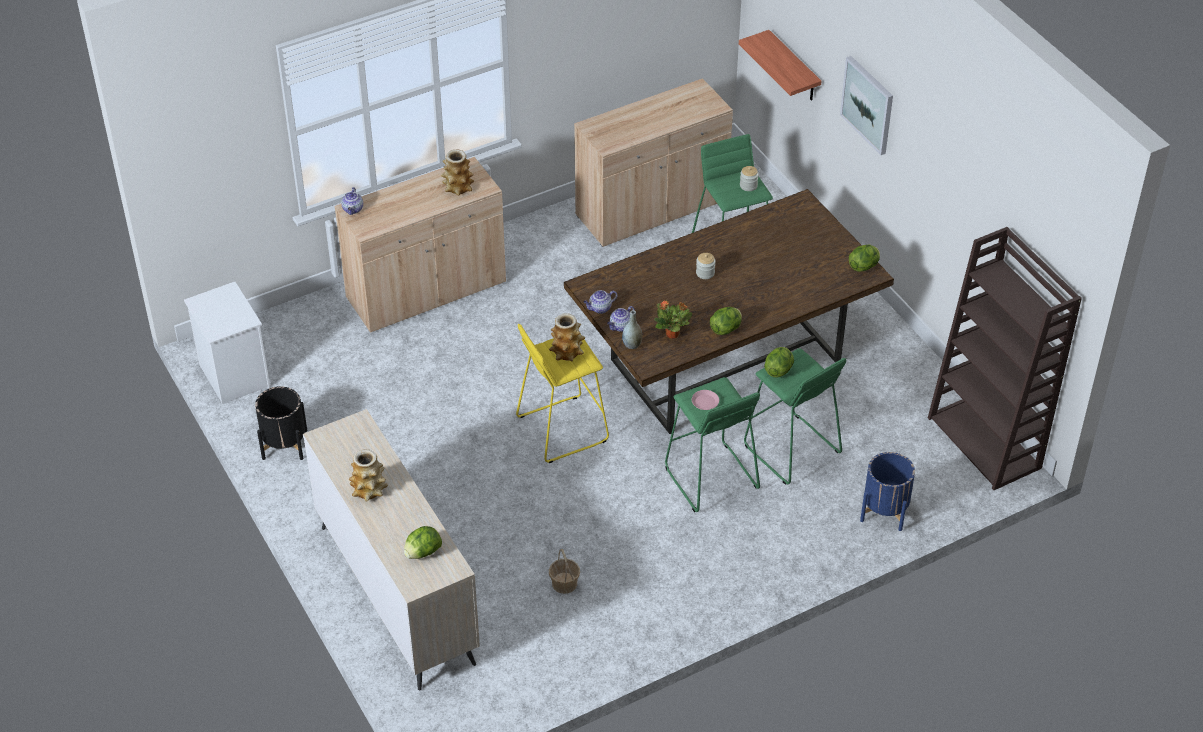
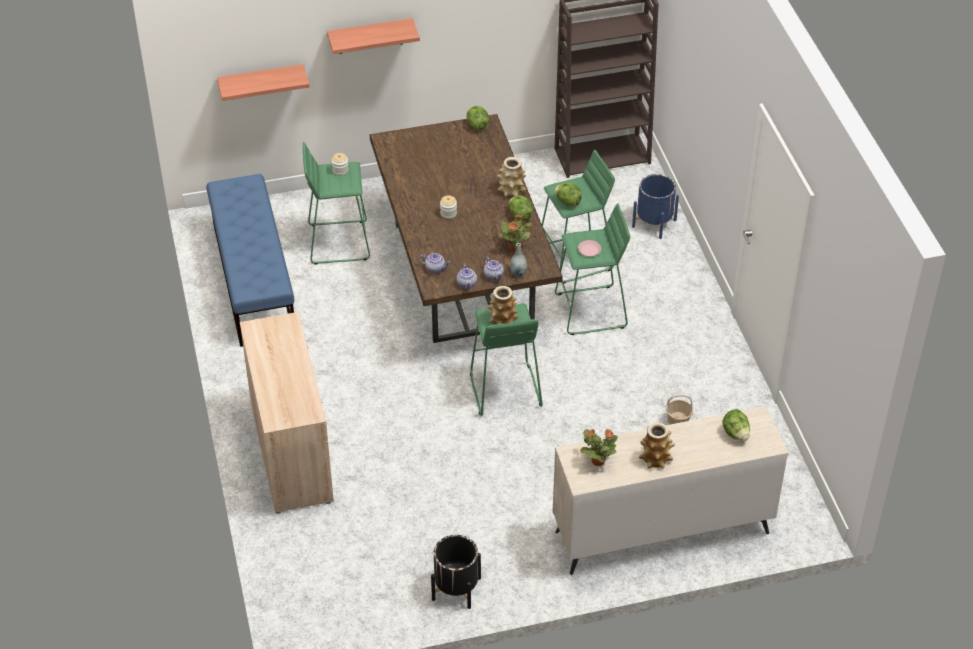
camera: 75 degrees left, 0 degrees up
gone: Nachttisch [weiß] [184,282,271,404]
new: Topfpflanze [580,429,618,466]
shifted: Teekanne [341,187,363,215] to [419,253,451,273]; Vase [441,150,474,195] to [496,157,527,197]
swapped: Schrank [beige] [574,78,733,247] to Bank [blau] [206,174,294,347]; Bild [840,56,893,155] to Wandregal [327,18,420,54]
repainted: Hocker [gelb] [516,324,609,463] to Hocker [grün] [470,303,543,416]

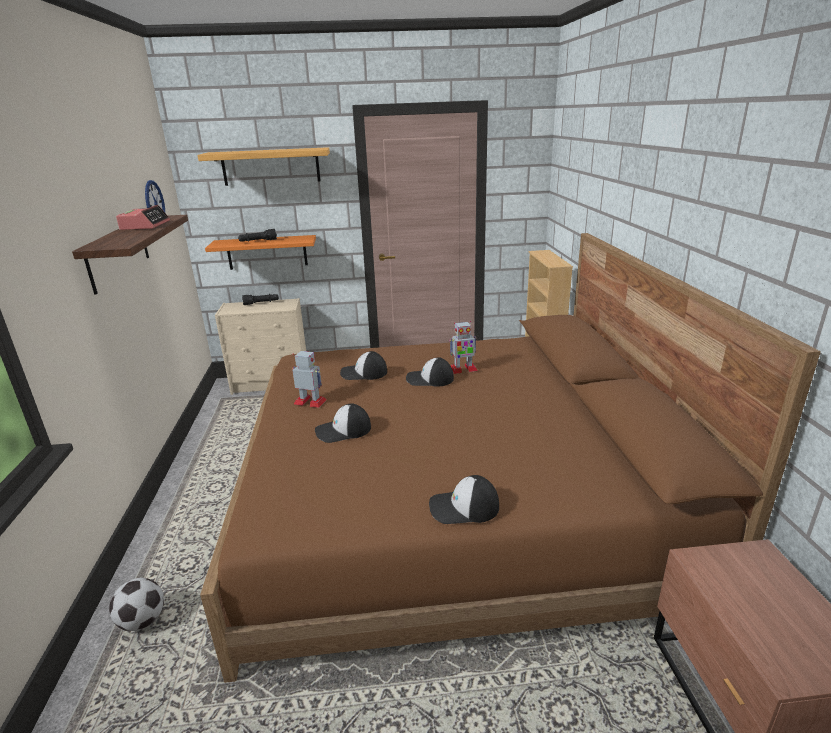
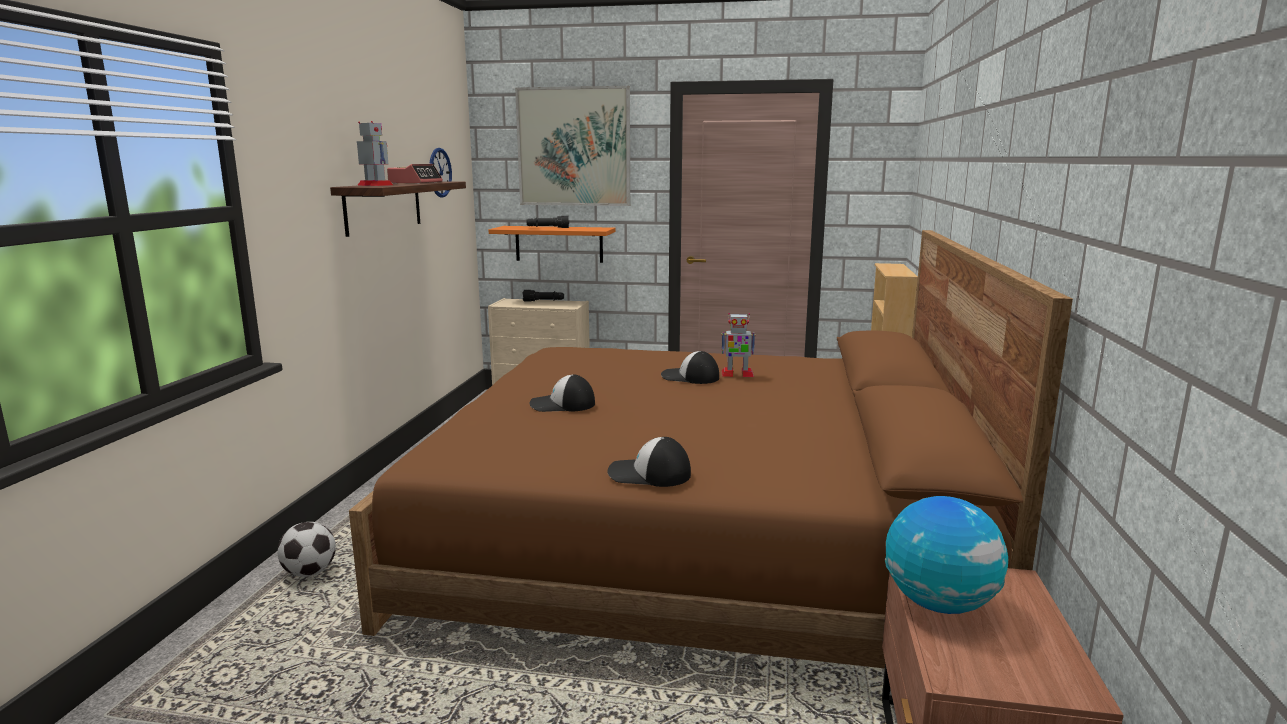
camera: 15 degrees right, 10 degrees down
gone: Kappe [340,351,387,380]
new: Globus [885,496,1008,614]
shifted: Spielzeugroboter [292,351,326,408] to [357,121,393,186]
swapped: Wandregal [198,147,330,186] to Bild [515,86,630,206]

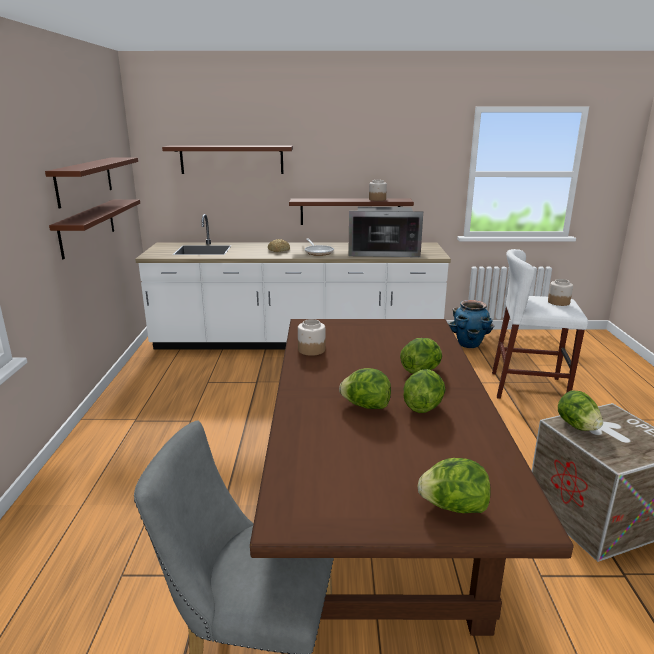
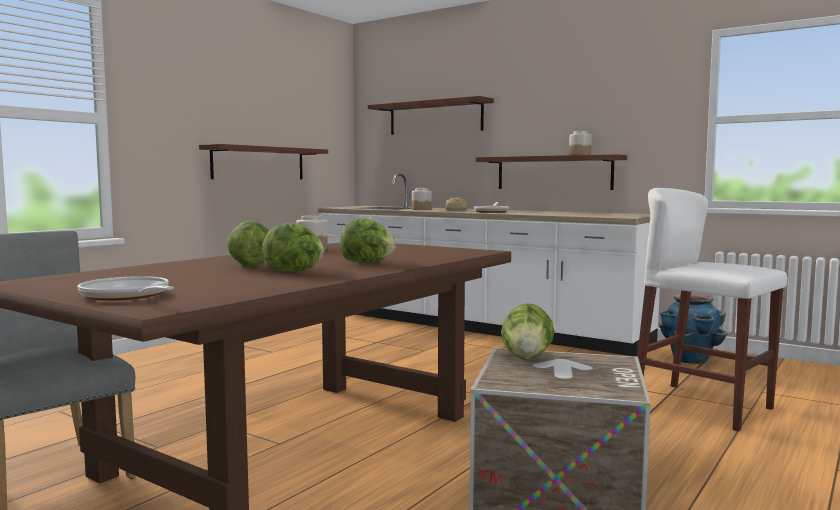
camera: 35 degrees right, 15 degrees down
gone: Wandregal [braun] [45,157,138,208]; Mikrowelle [348,207,423,257]
shifted: Vorratsglas [548,279,573,306] to [412,188,432,210]
swapped: Salatkopf [417,458,491,513] to Pfanne [77,276,174,301]

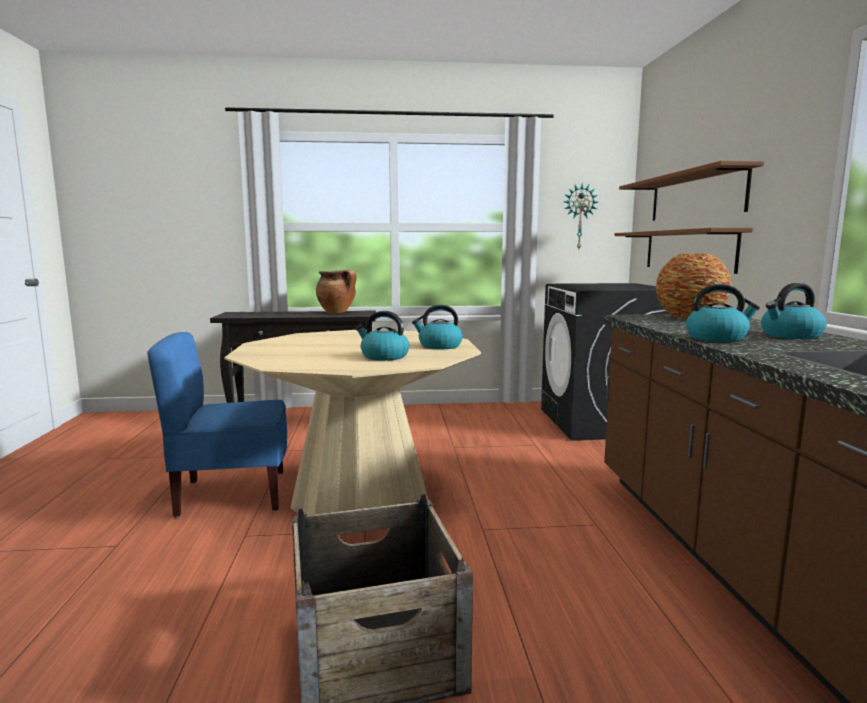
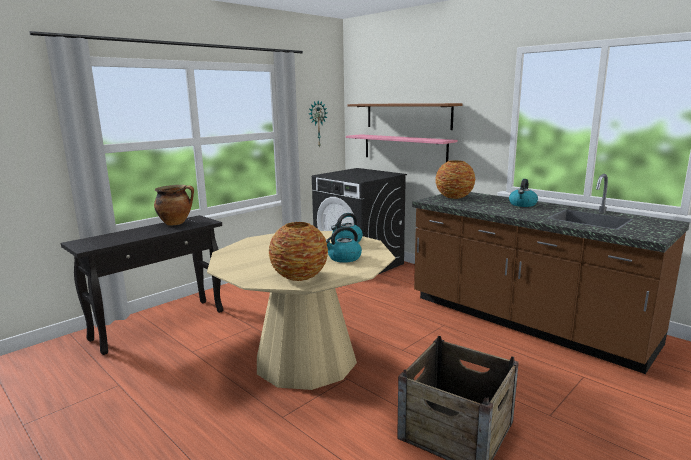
camera: 40 degrees left, 5 degrees up
gone: Stuhl [blau] [147,332,287,517]; Wasserkessel [686,284,760,342]
new: Vase [269,222,328,281]
repainted: Wandregal [braun] [614,228,753,274] to Wandregal [rosa] [346,134,457,162]

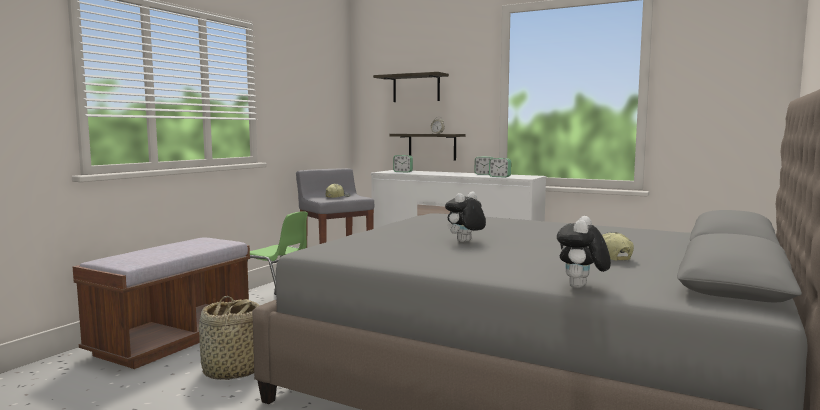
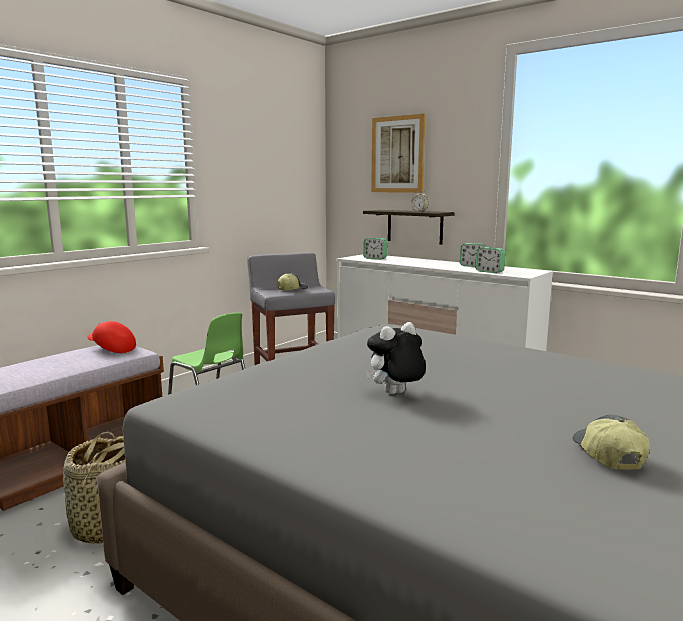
camera: 10 degrees right, 5 degrees up
gone: Plüschtier [557,216,611,288]
new: Kappe [rot] [87,321,136,353]
swapped: Wandregal [373,72,449,102] to Bild [371,114,425,193]

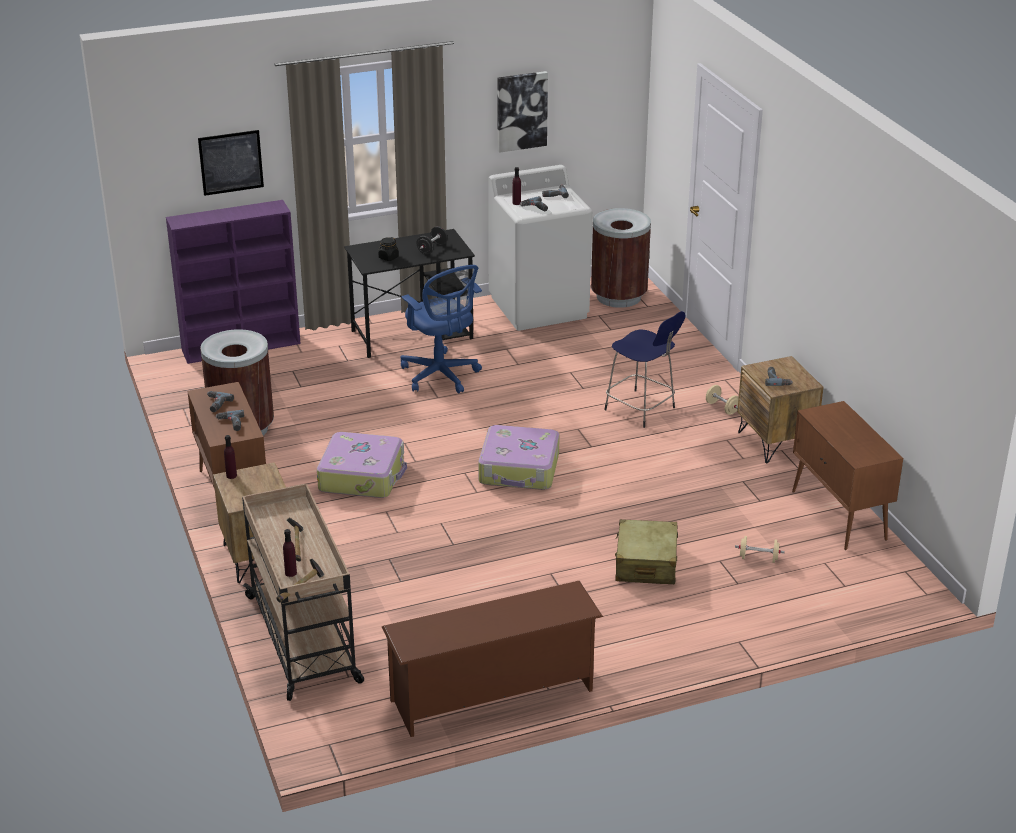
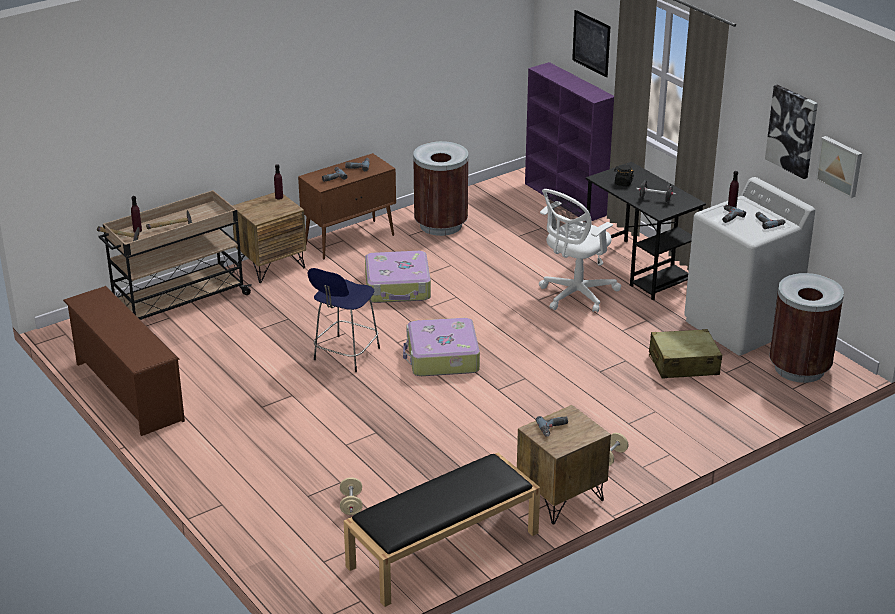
camera: 75 degrees right, 0 degrees up
new: Bild [815,136,862,198]
shifted: Hocker [blau] [604,311,685,428] to [308,268,380,372]; Koffer [beige] [615,519,678,584] to [649,329,722,379]
swapped: Schrank [braun] [792,401,903,550] to Bank [schwarz] [344,453,540,607]
repainted: Bürostuhl [blau] [400,265,482,393] to Bürostuhl [weiß] [539,189,621,313]

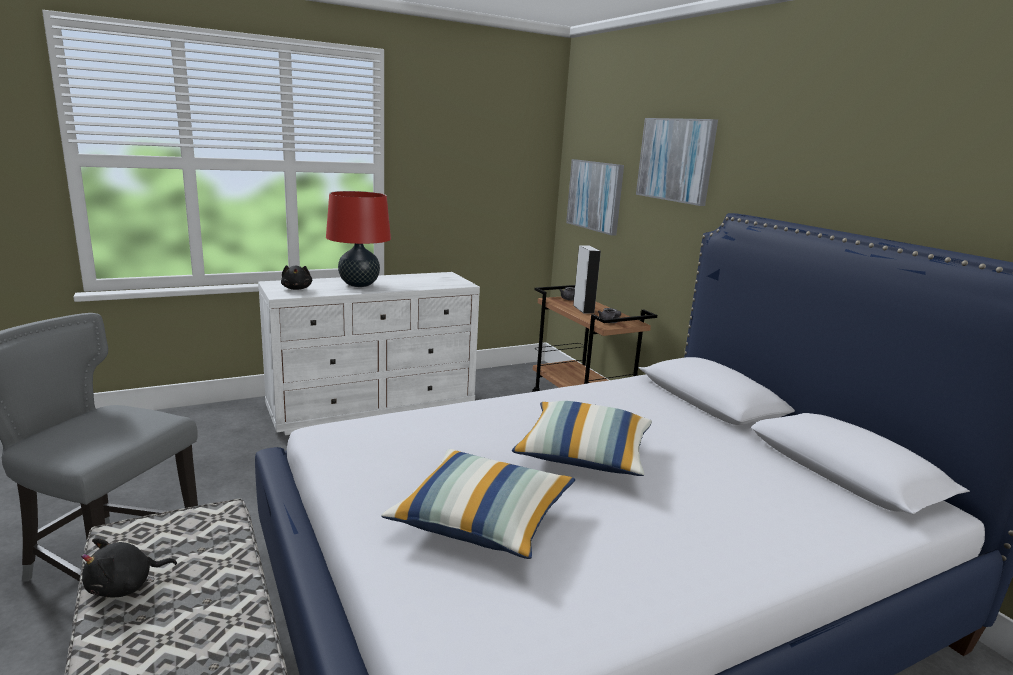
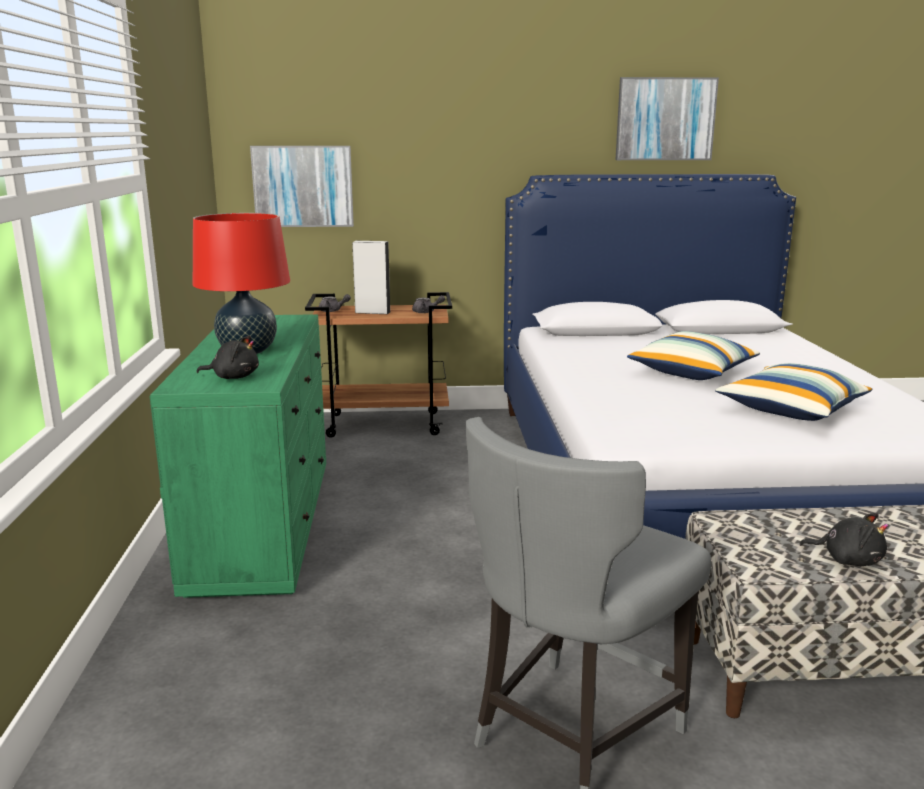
camera: 65 degrees left, 0 degrees up
shifted: Bild [636,118,718,206] to [615,77,719,160]
repainted: Kommode [weiß] [258,272,480,435] to Kommode [grün] [150,314,326,598]
rotated: Plüschtier [schwarz] [81,538,177,597] = [799,513,889,566] 45 degrees counterclockwise

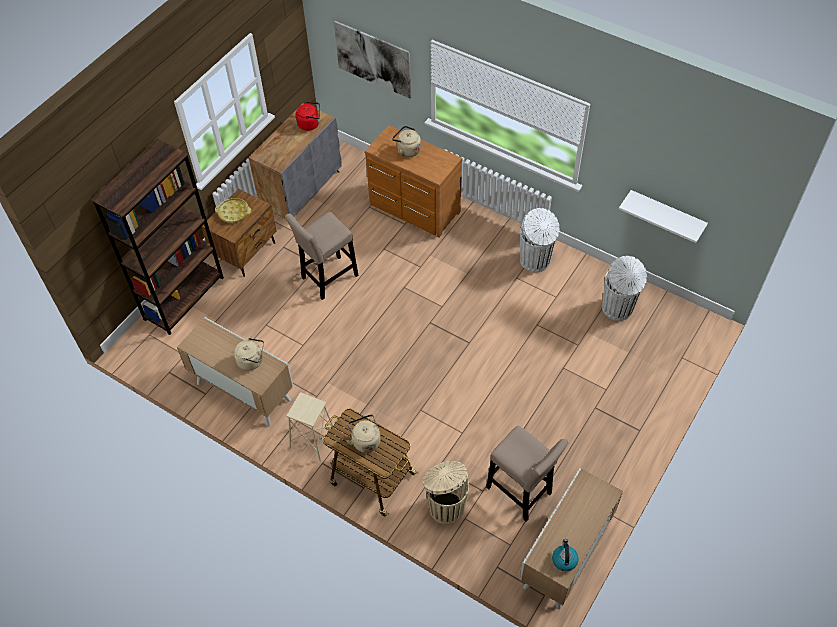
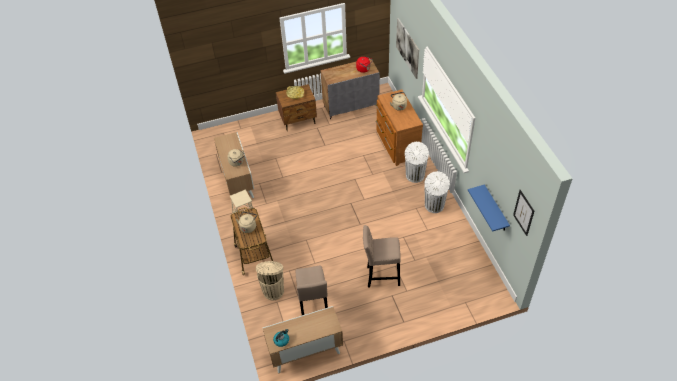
camera: 40 degrees right, 5 degrees down
gone: Bücherregal [braun] [91,139,224,335]
new: Bild [513,190,534,236]
shifted: Hocker [beige] [285,212,358,300] to [363,225,401,287]; Mülleimer [weiß] [602,256,647,321] to [405,142,429,183]
repainted: Wandregal [weiß] [619,190,708,243] to Wandregal [blau] [468,184,510,232]

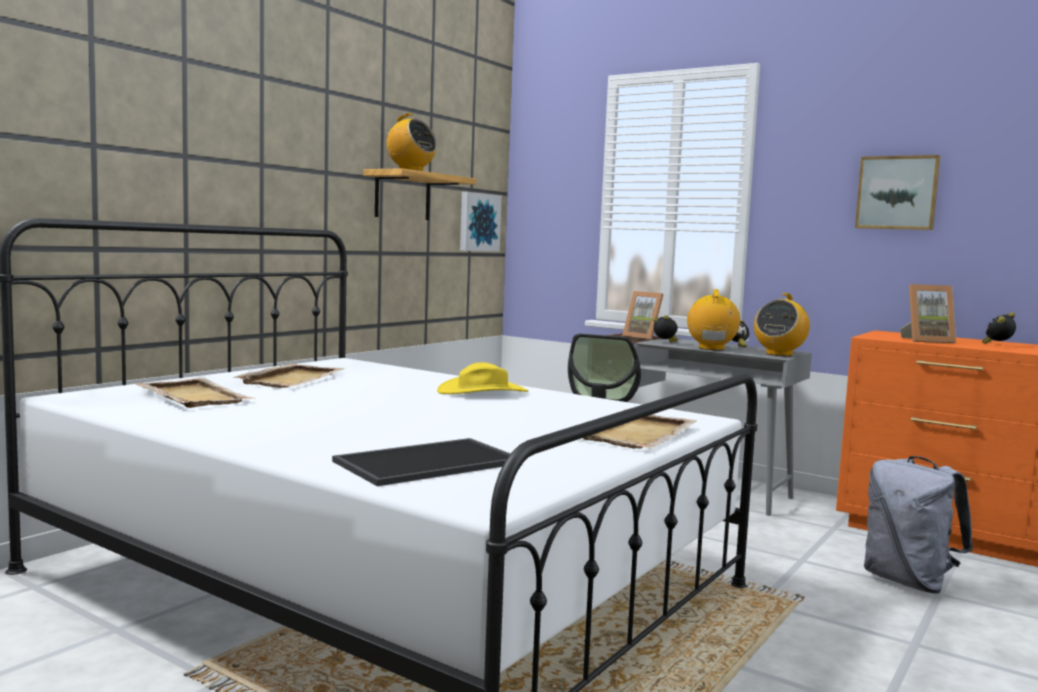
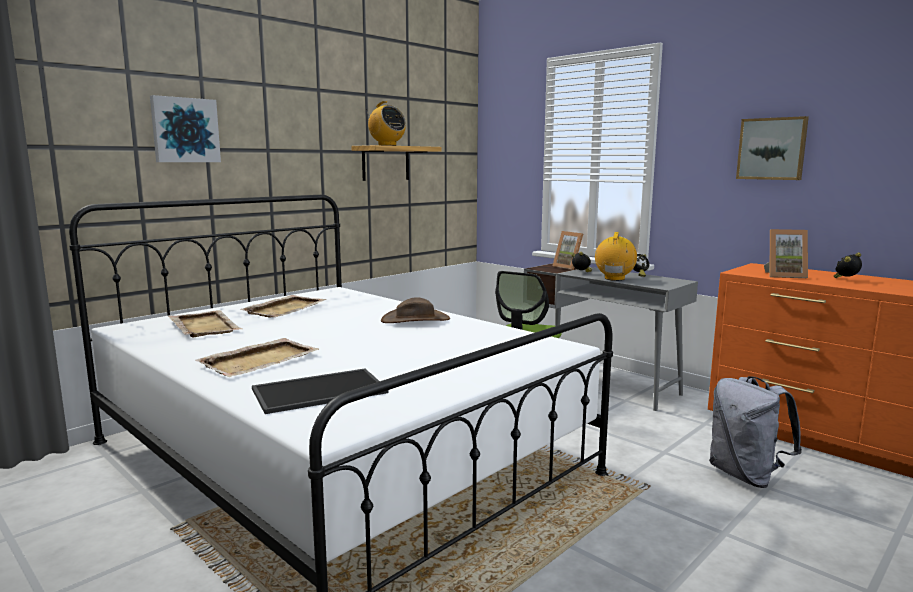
camera: 10 degrees right, 5 degrees up
gone: Radio [754,293,810,356]
shifted: Bild [460,192,502,252] to [150,95,221,162]; Tablett [beige] [584,410,697,448] to [195,338,319,377]
repainted: Hut [gelb] [437,362,528,394] to Hut [braun] [381,297,450,323]

